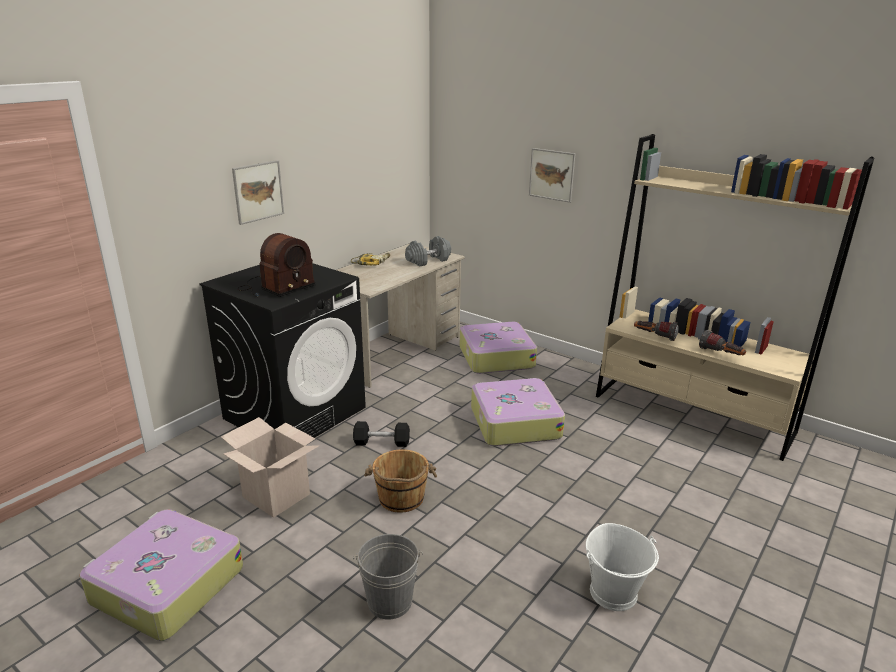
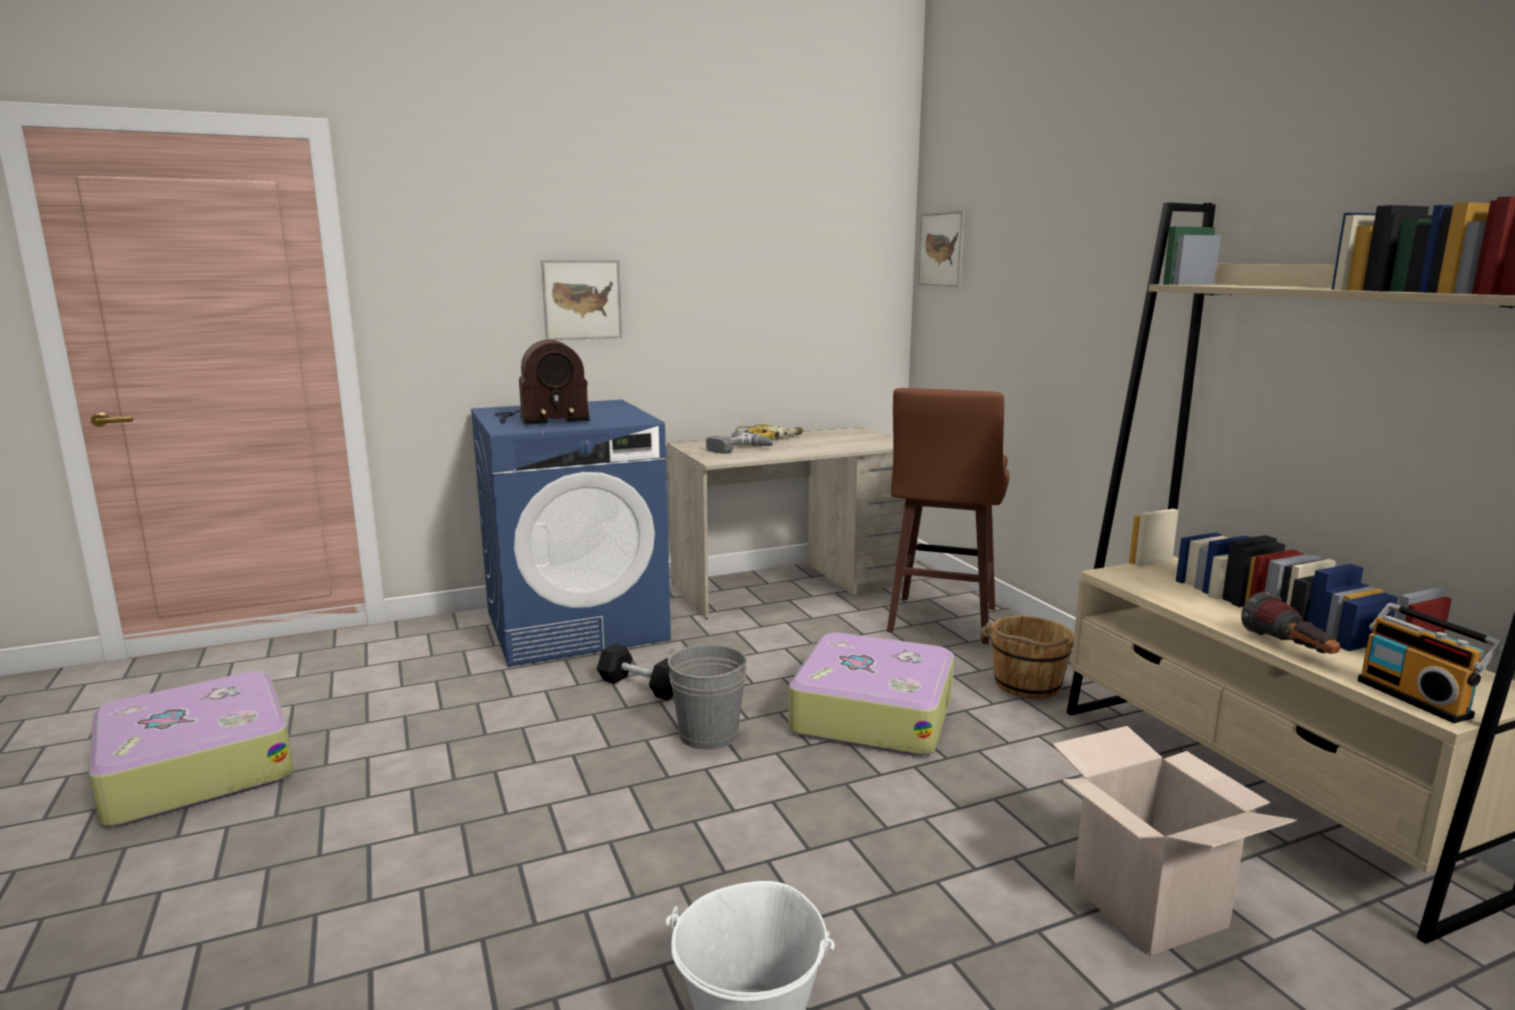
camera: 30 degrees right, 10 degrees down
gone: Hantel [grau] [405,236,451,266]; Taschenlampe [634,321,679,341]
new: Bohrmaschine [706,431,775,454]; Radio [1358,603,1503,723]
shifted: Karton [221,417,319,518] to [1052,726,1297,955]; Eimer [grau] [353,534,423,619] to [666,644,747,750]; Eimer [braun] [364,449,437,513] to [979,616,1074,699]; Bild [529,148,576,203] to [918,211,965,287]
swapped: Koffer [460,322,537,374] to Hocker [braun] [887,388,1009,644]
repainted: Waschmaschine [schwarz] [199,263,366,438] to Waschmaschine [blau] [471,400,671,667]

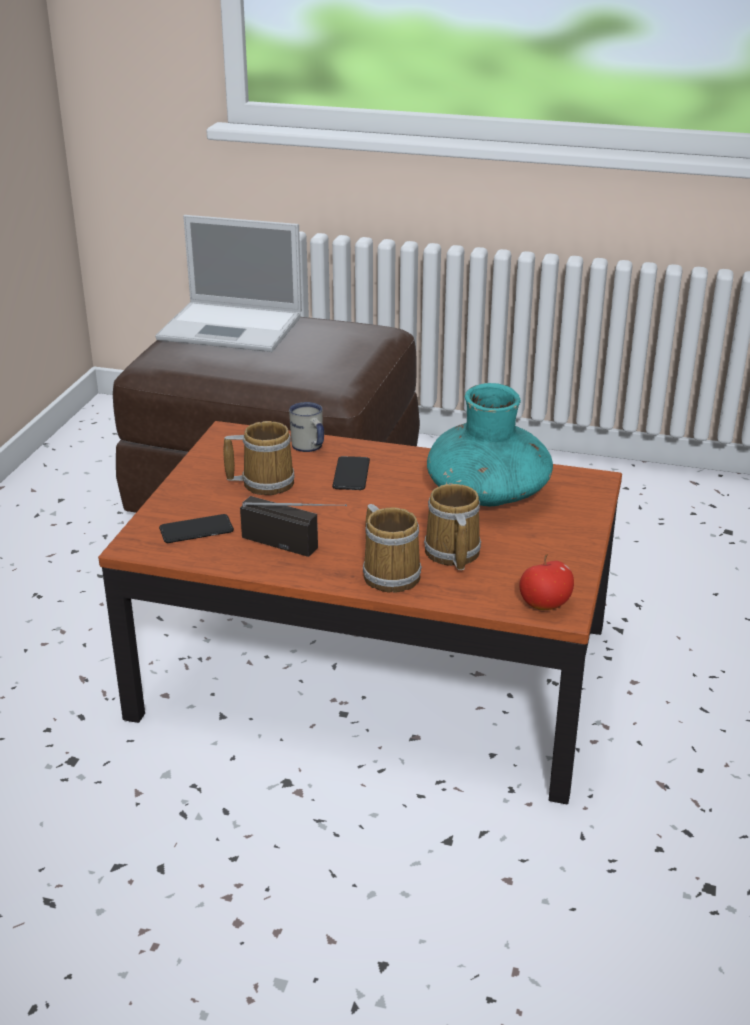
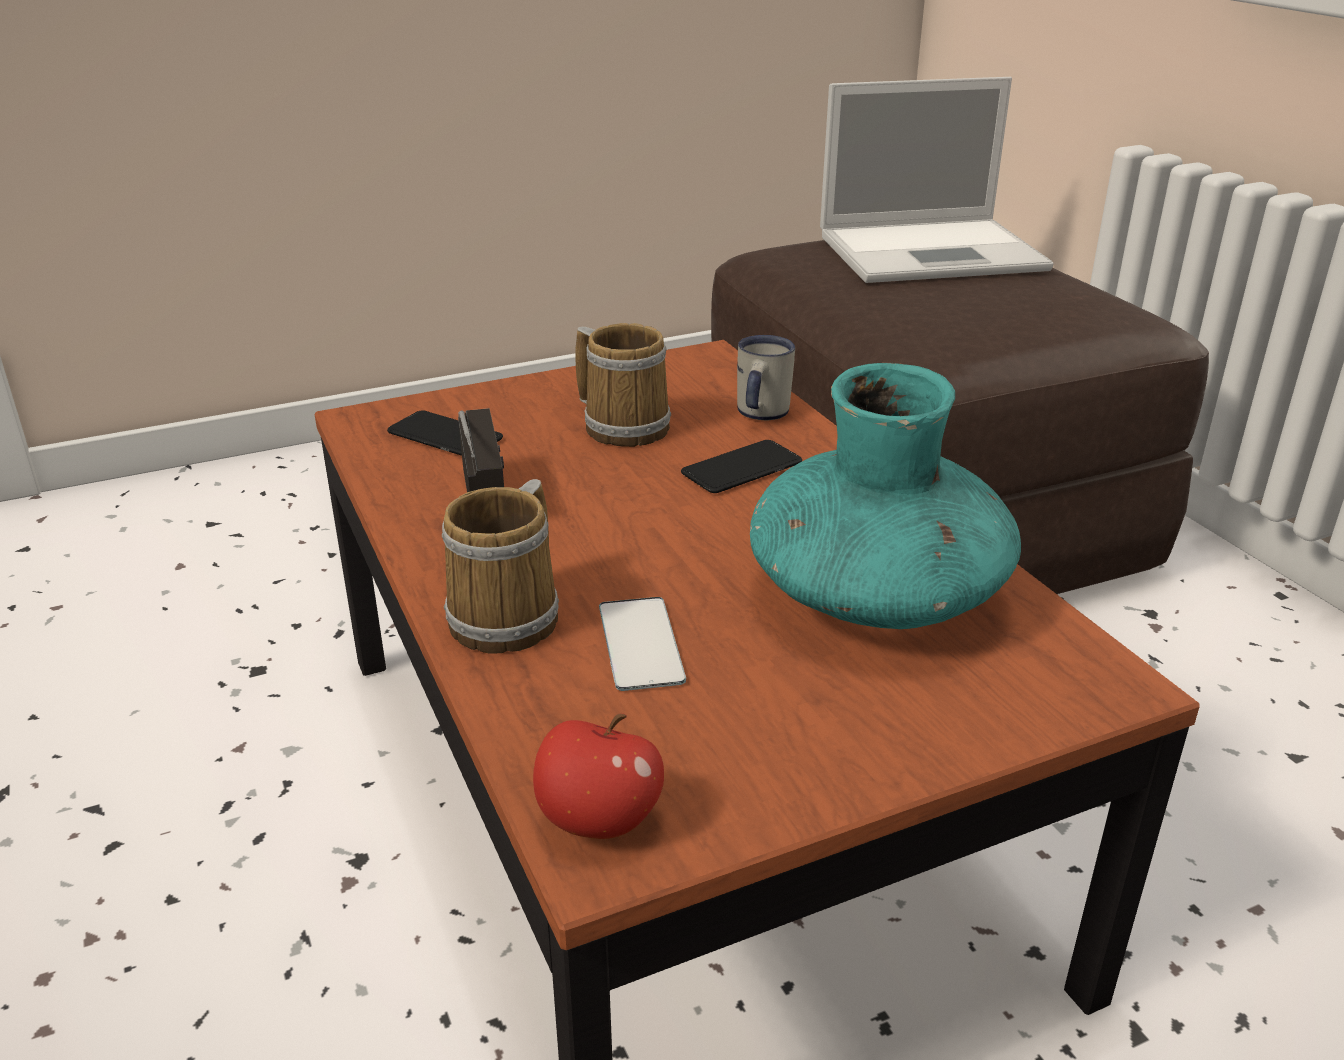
camera: 50 degrees right, 0 degrees up
swapped: Henkelbecher [424,484,481,570] to Handy [599,597,686,691]
rotated: Laptop [155,215,302,352] = [820,77,1054,283] 75 degrees counterclockwise

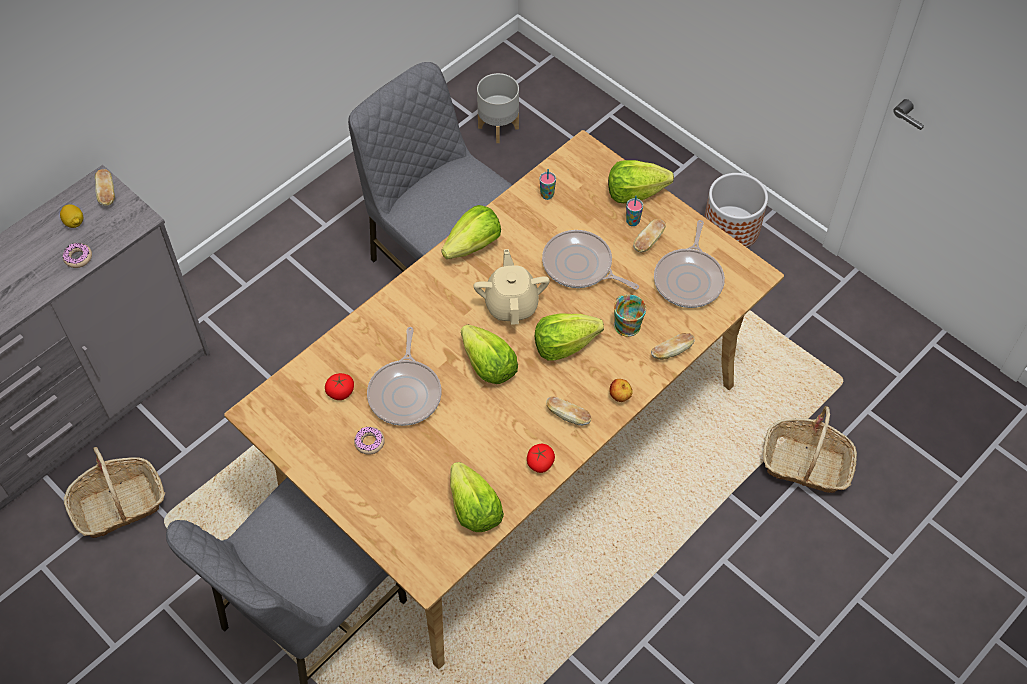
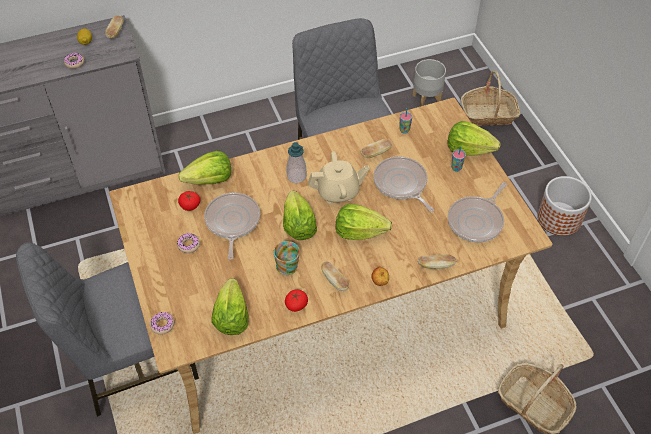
camera: 25 degrees right, 5 degrees down
new: Donut [150,312,174,334]; Seifenspender [286,142,307,183]
shifted: Korb [64,447,165,538] to [461,71,520,126]; Salatkopf [441,205,501,259] to [178,151,231,185]; Henkelbecher [614,295,646,337] to [274,241,300,275]; Brot [633,219,666,252] to [361,139,392,158]
rotated: Pfanne [367,327,442,426] = [204,193,260,260] 150 degrees clockwise; Teekanne [beige] [473,249,550,325] = [308,151,369,204] 60 degrees clockwise

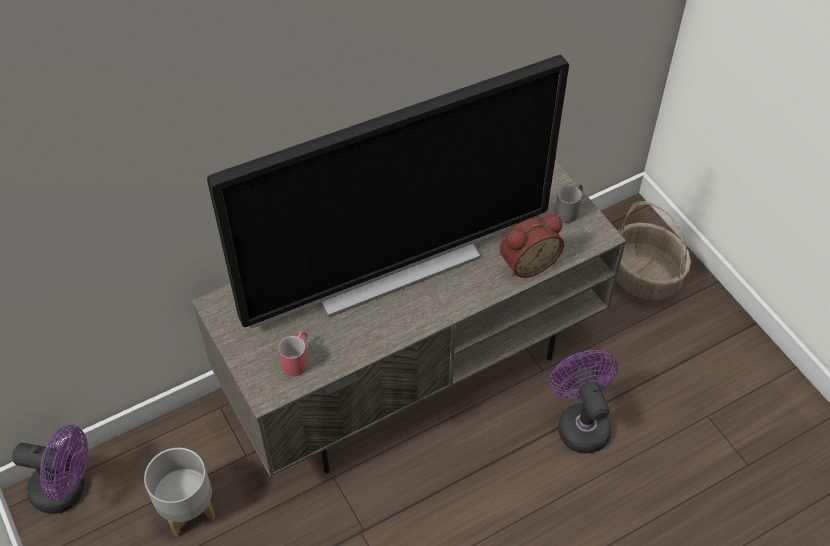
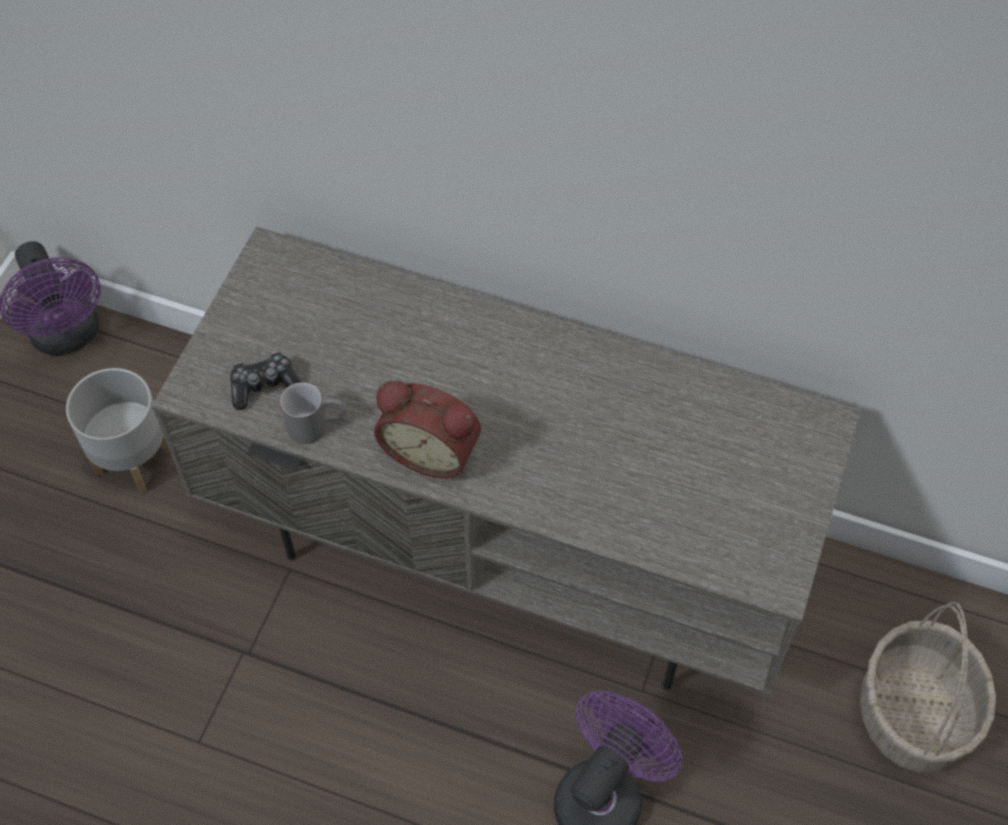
camera: 50 degrees right, 5 degrees up
gone: Fernseher [207,55,569,328]
shifted: Wecker [500,214,564,278] to [374,381,481,478]; Henkelbecher [grau] [554,184,583,223] to [280,382,347,444]
swapped: Henkelbecher [rot] [278,331,308,377] to Gamepad [230,351,301,410]

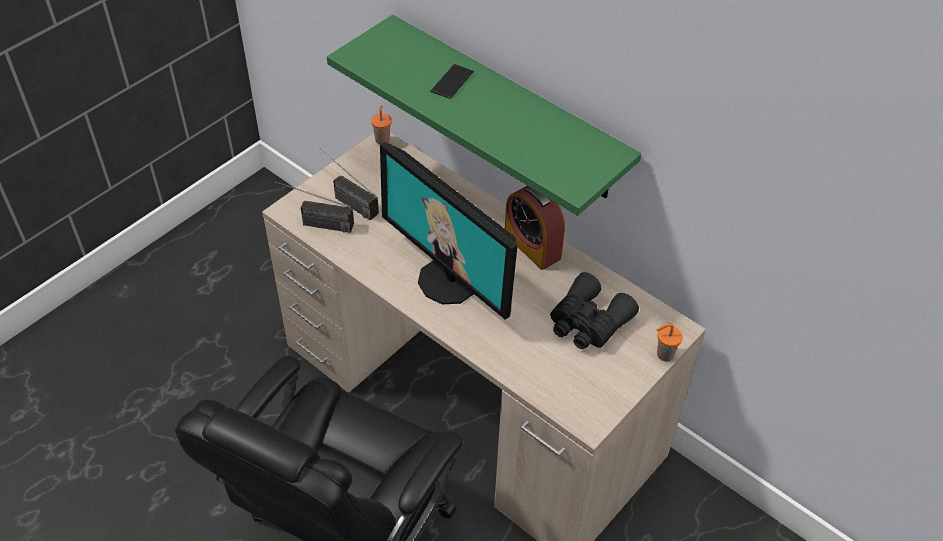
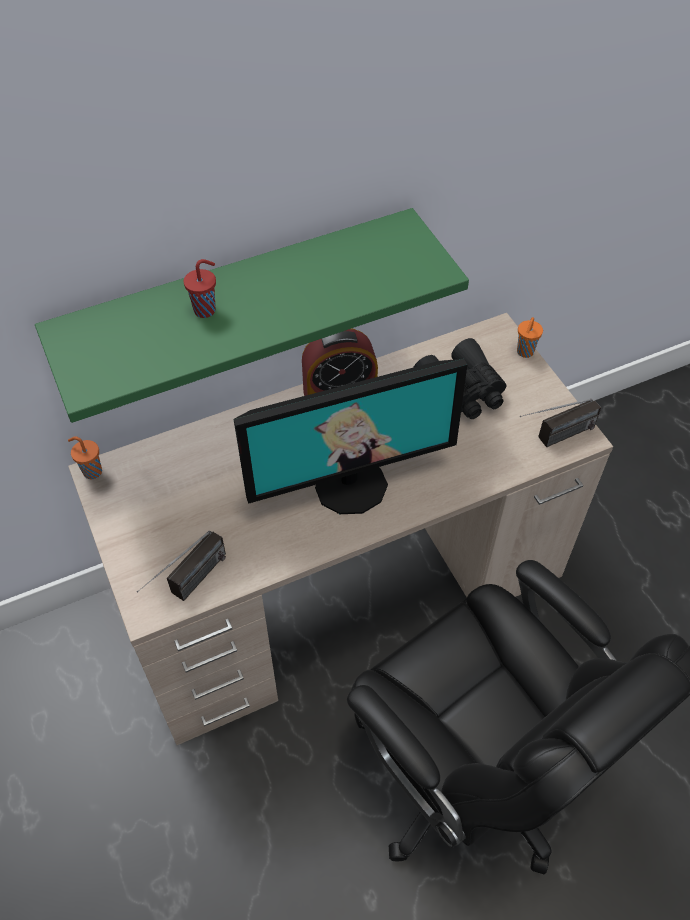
camera: 65 degrees left, 5 degrees up
shifted: Radio [320,149,379,220] to [520,398,601,447]
swapped: Handy [430,64,474,99] to Tasse [rot] [184,259,216,318]

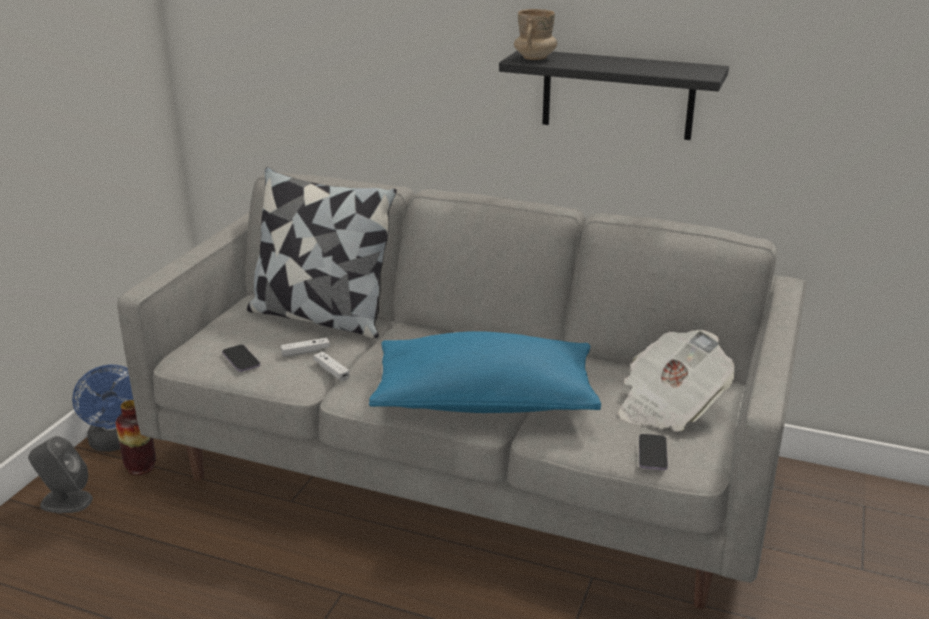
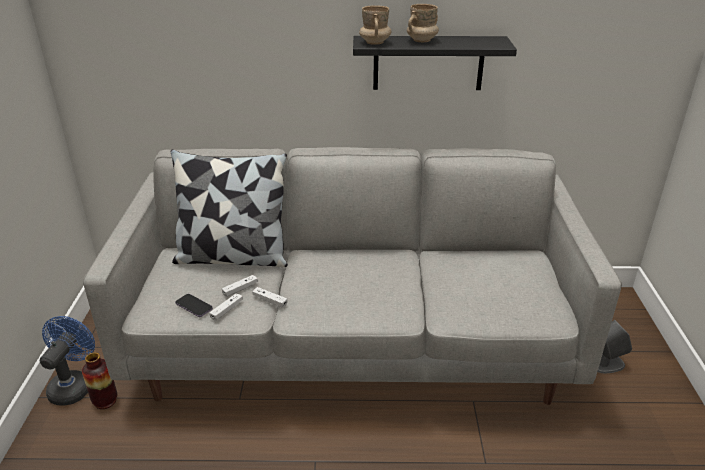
camera: 20 degrees left, 5 degrees up
gone: Kissen [blau] [369,331,601,413]; Zeitung [618,330,735,431]; Handy [639,434,668,470]
new: Gamepad [weiß] [209,293,243,321]; Henkelbecher [beige] [407,4,439,42]
shifted: Lautsprecher [grau] [28,436,93,513] to [598,320,632,374]
rotated: Ventilator [blau] [72,365,133,452] = [40,316,95,406] 120 degrees counterclockwise

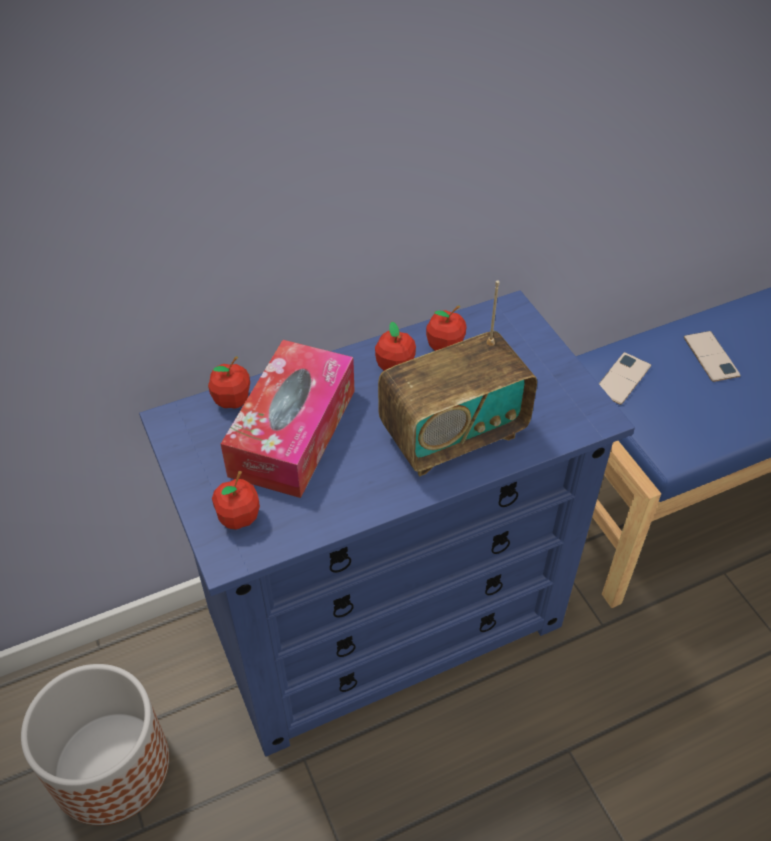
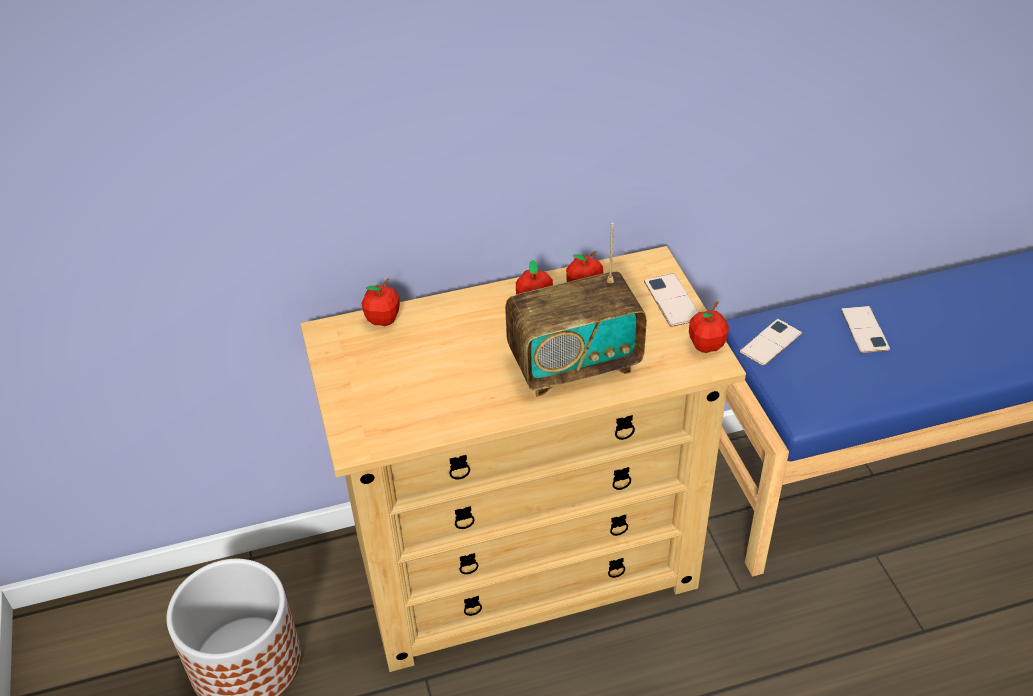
camera: 10 degrees right, 5 degrees down
gone: Taschentuchbox [221,340,355,498]
new: Handy [644,273,698,327]
shifted: Apfel [212,471,260,530] to [689,301,729,353]
repainted: Kommode [blau] [139,290,635,757] to Kommode [beige] [300,246,746,672]

